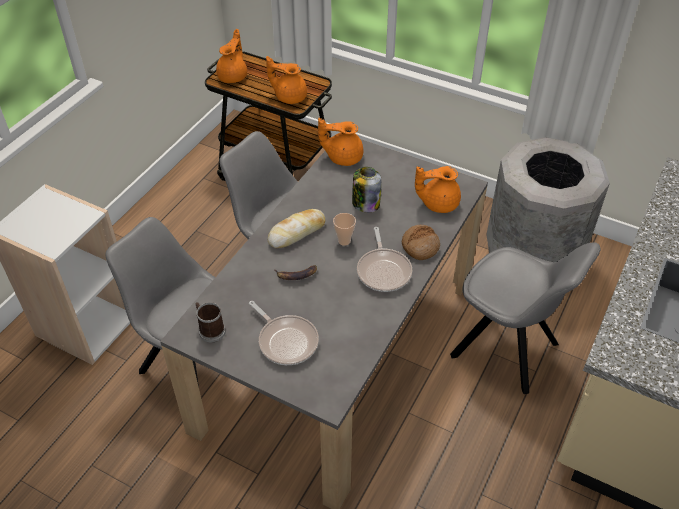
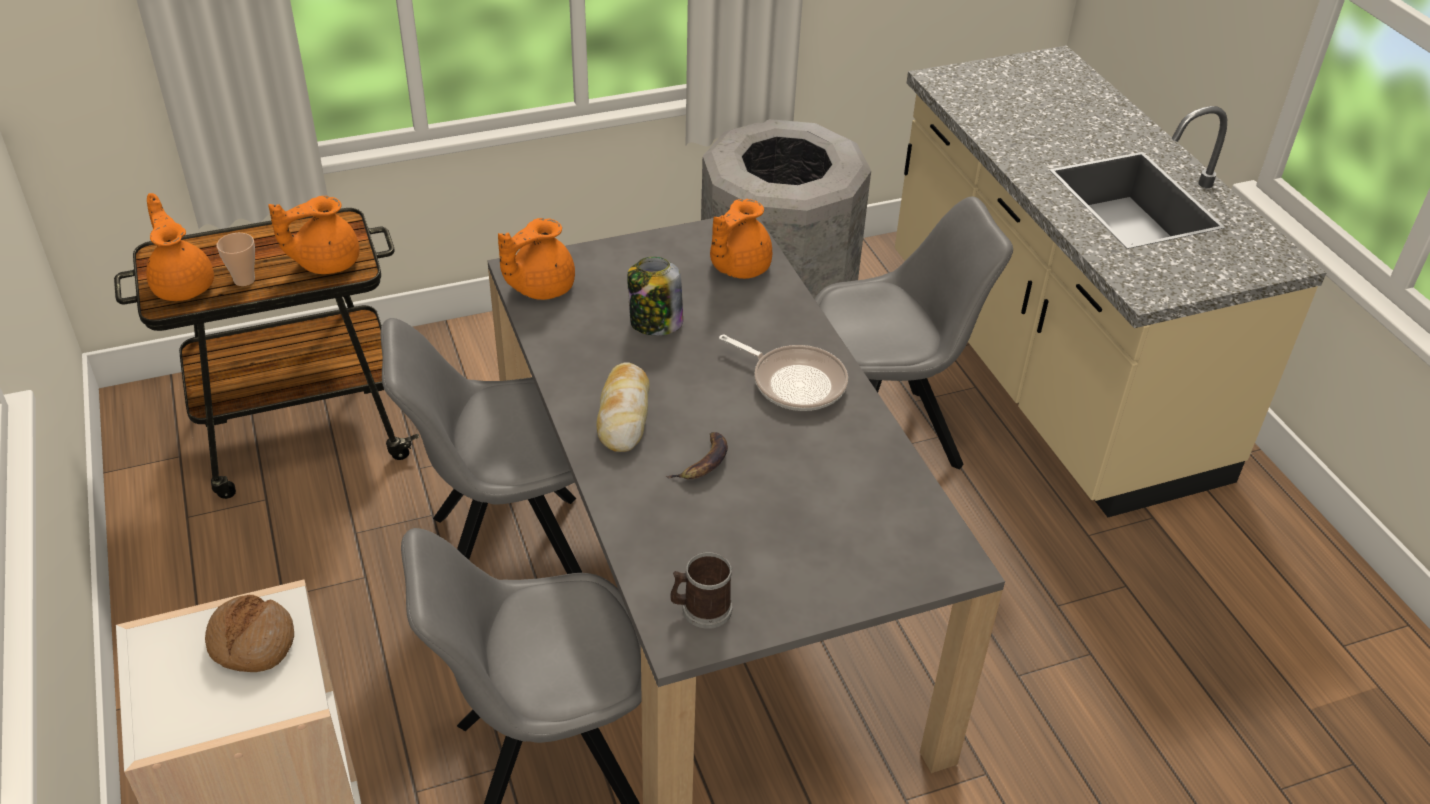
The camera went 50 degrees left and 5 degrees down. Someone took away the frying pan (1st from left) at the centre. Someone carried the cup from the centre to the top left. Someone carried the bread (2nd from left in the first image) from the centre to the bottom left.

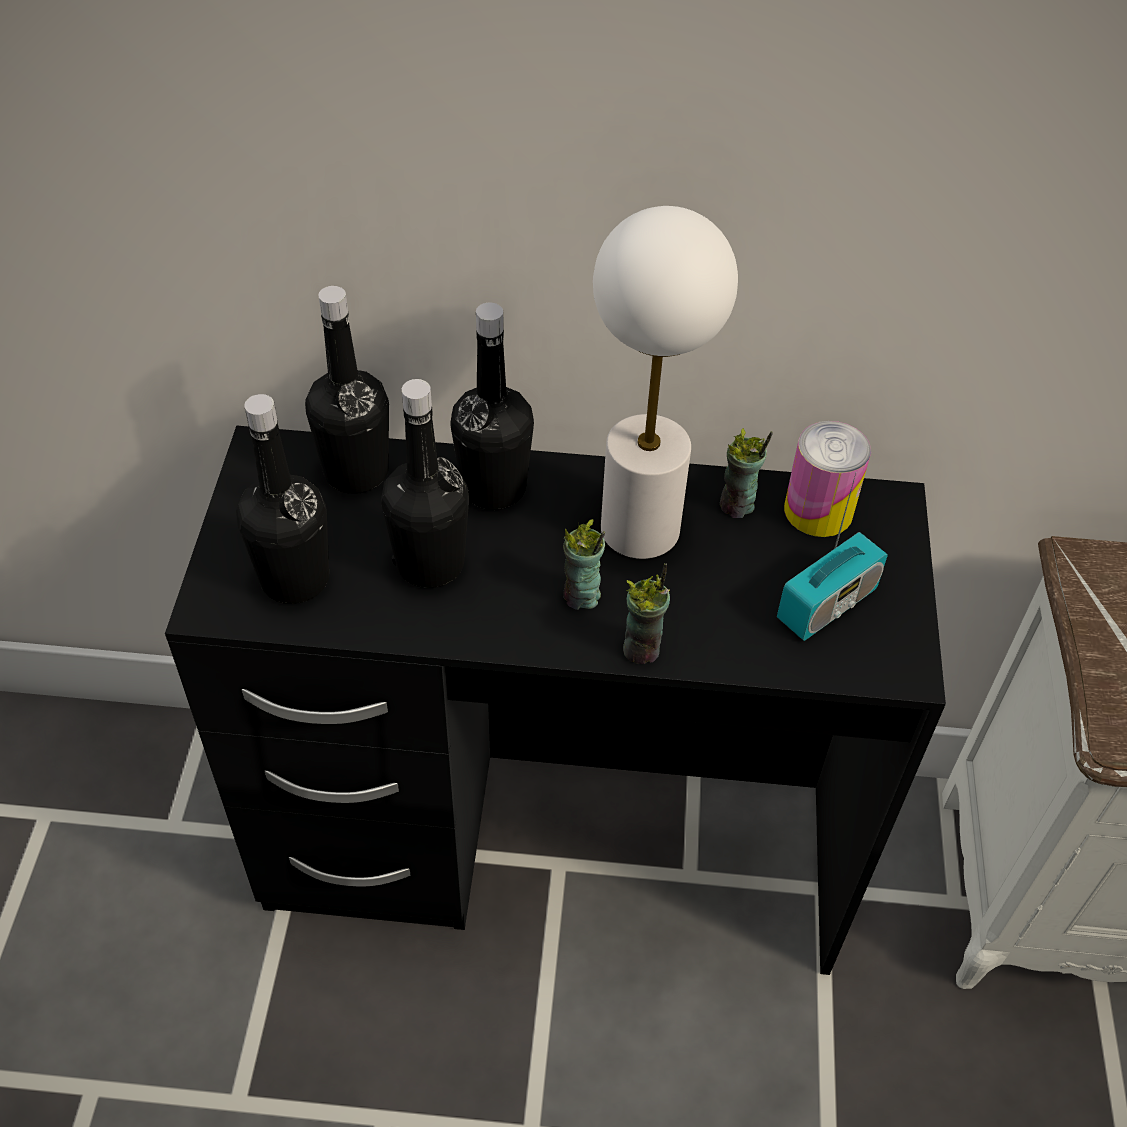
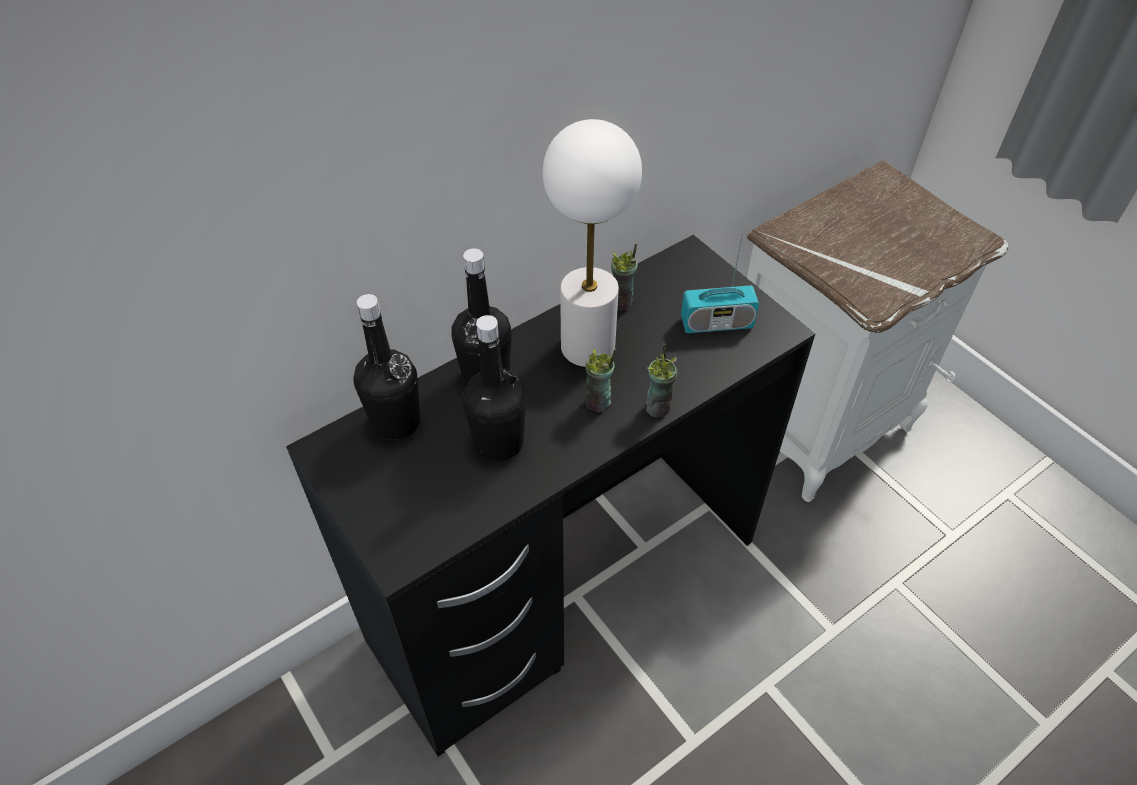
The camera went 40 degrees left and 0 degrees up. Someone took away the black bottle (1st from left) at the middle left. Someone rotated the radio at the middle right by 75 degrees clockwise. Someone took away the can at the middle right.

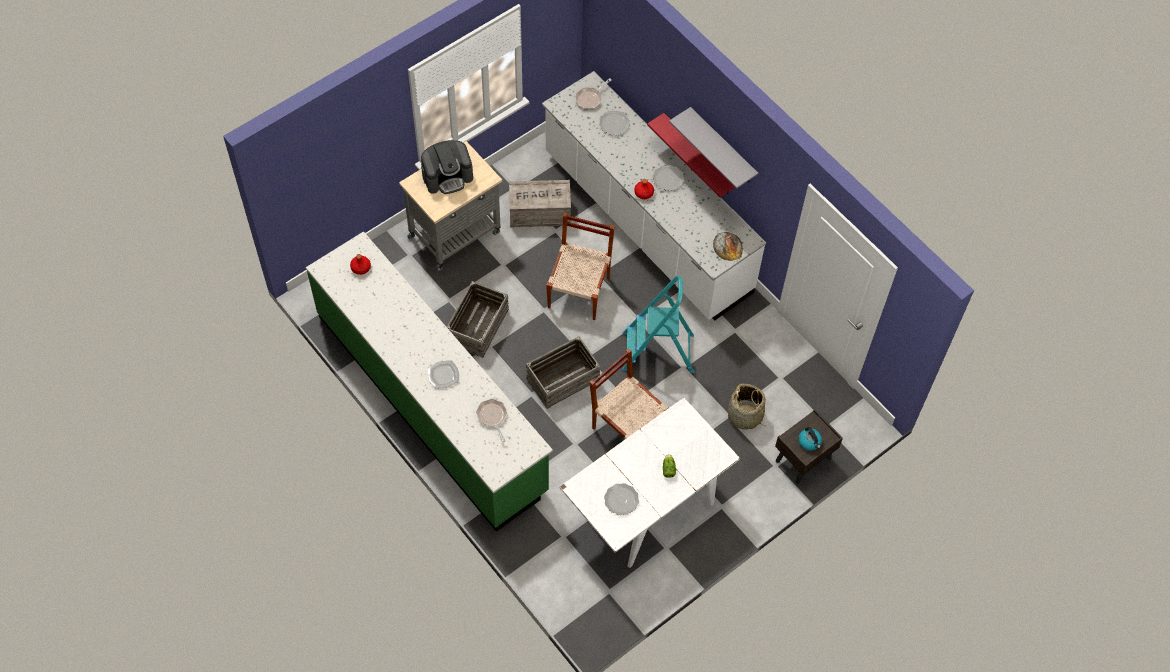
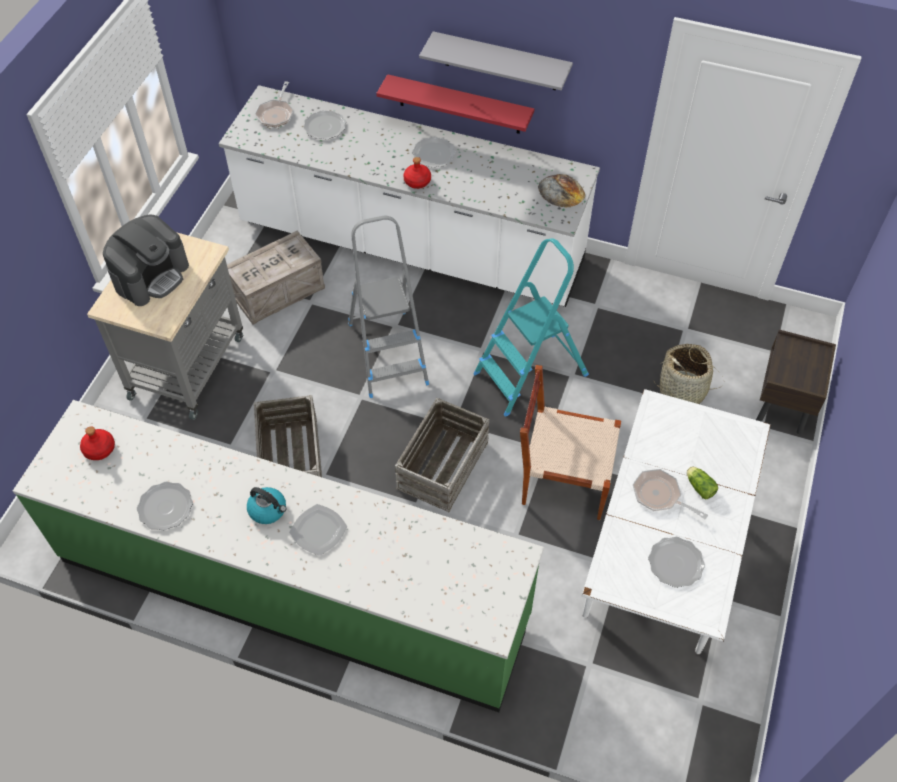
The camera went 30 degrees left and 5 degrees down. Someone carried the frying pan (1st from left in the first image) from the centre to the middle right. Someone swapped the chair (1st from left) at the centre for the grey step ladder at the centre. Someone carried the kettle from the middle right to the middle left. Someone put down the plate (1st from left) at the middle left.

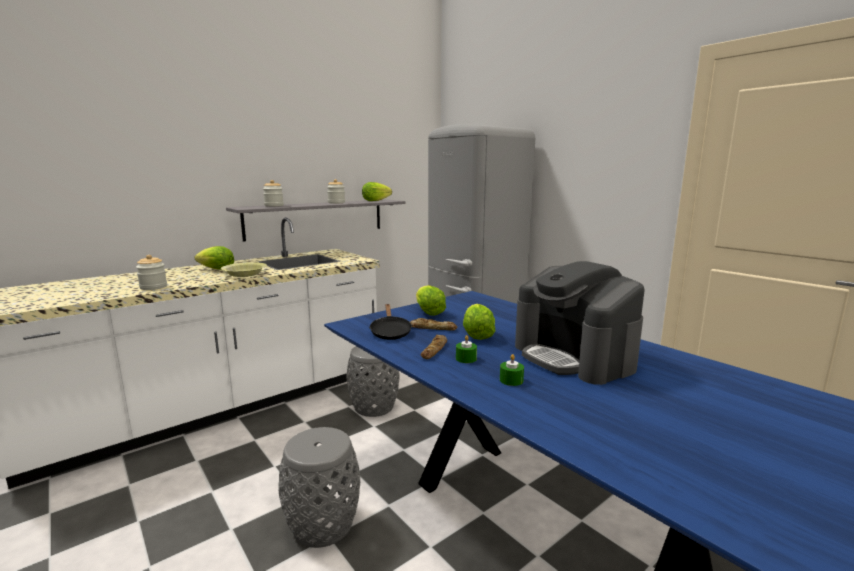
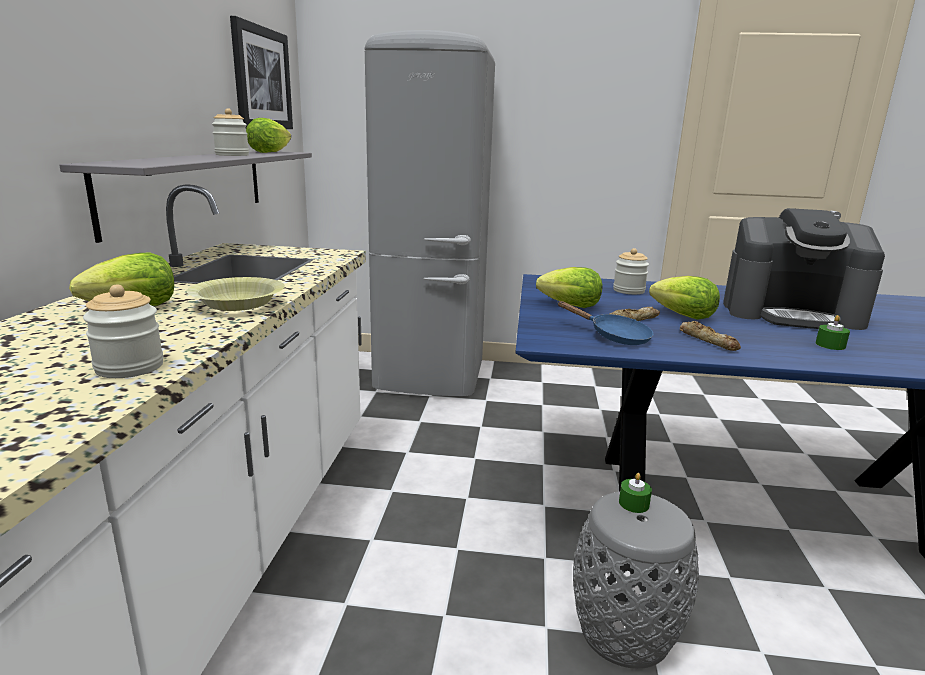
The camera went 45 degrees left and 5 degrees up. Someone carried the jar (2nd from left in the first image) from the middle left to the middle right. Someone took away the grey stool (2nd from left) at the bottom centre. Someone repainted the black frying pan at the centre, which became the blue frying pan at the centre. Someone carried the green candle (1st from left) from the centre to the bottom right. Someone put up the picture at the top left.

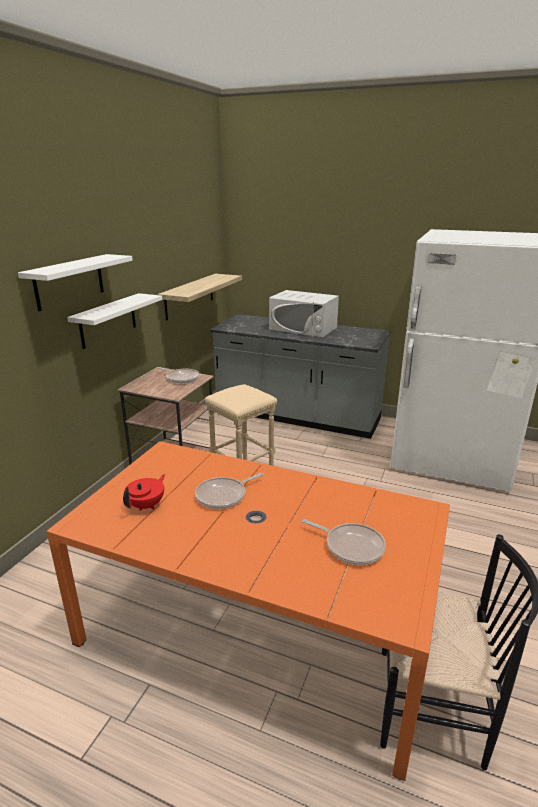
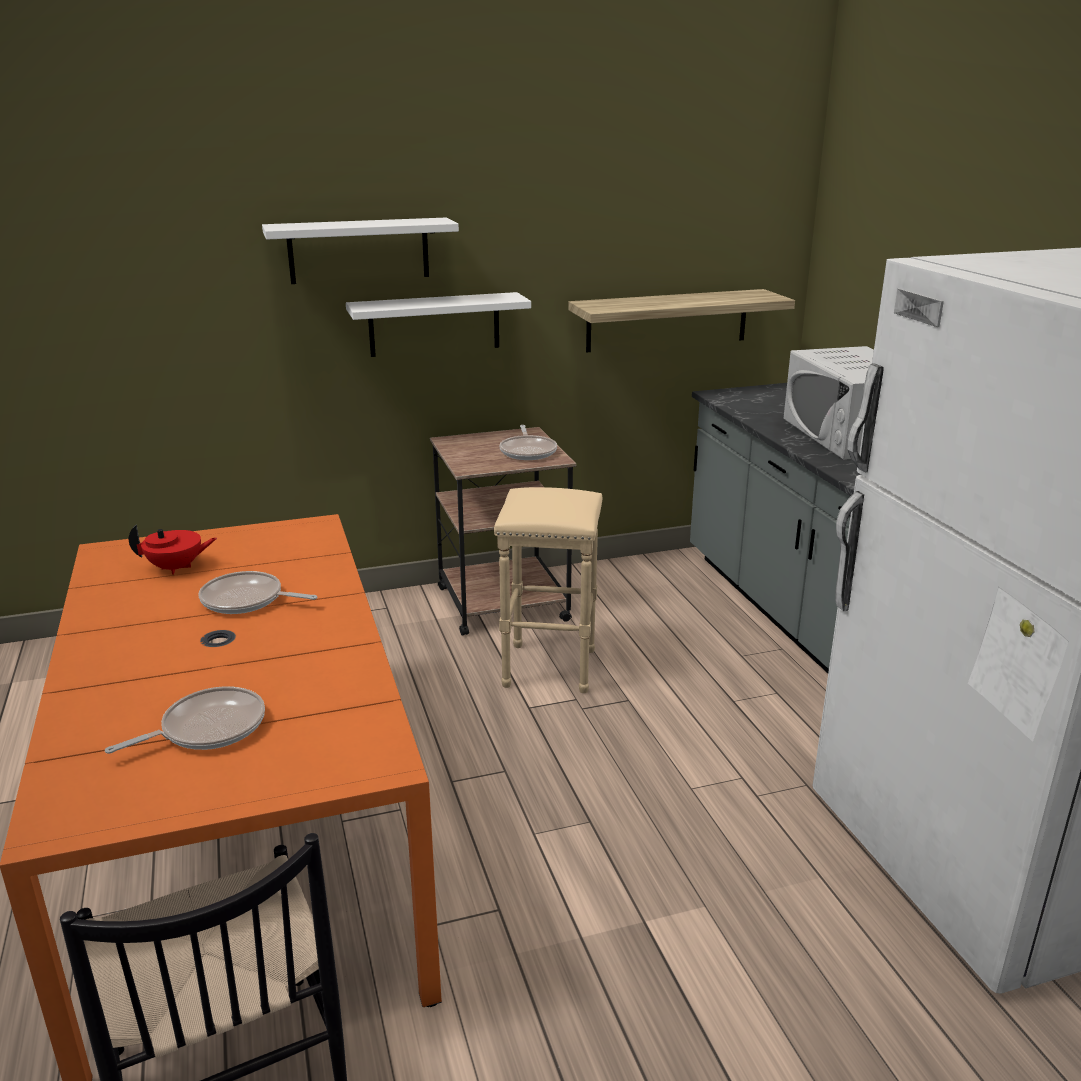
The camera went 50 degrees right and 0 degrees up. Someone rotated the frying pan (3rd from left in the first image) at the bottom centre by 120 degrees counterclockwise.

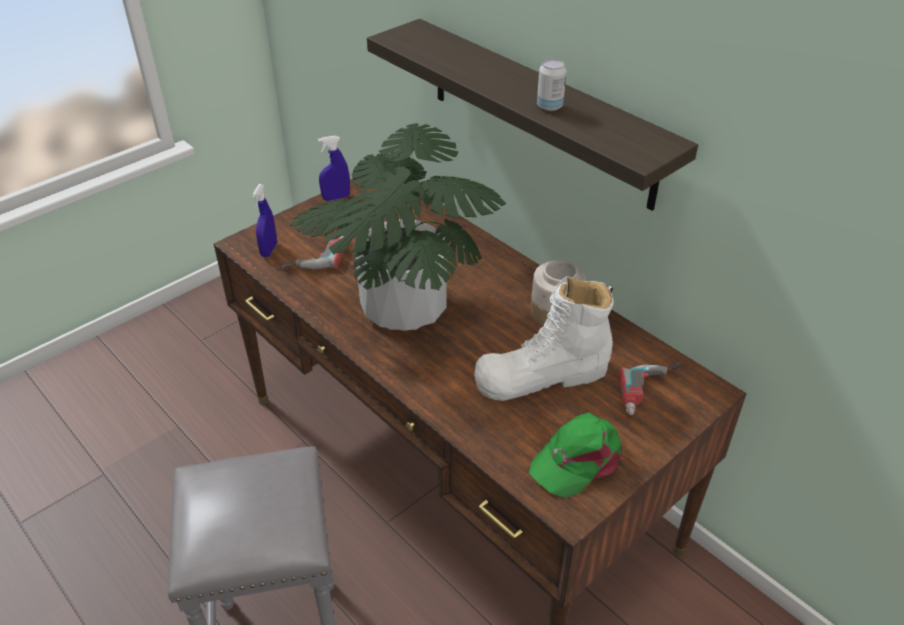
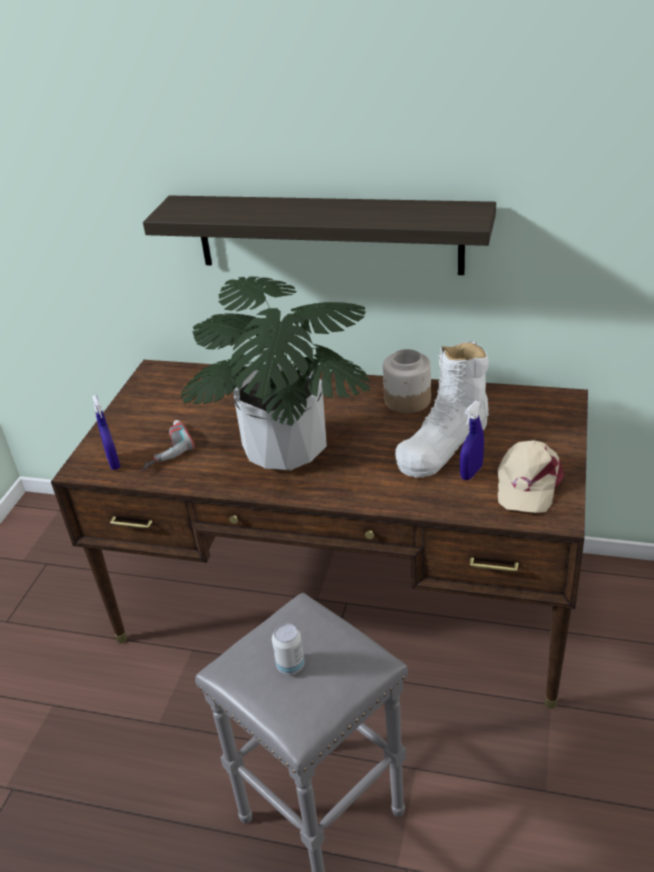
The camera went 30 degrees left and 5 degrees down. Someone carried the blue spray bottle (2nd from left) from the top centre to the middle right. Someone repainted the green cap at the bottom centre, which became the beige cap at the middle right. Someone carried the can from the top centre to the bottom centre. Someone took away the power drill (2nd from left) at the middle right.

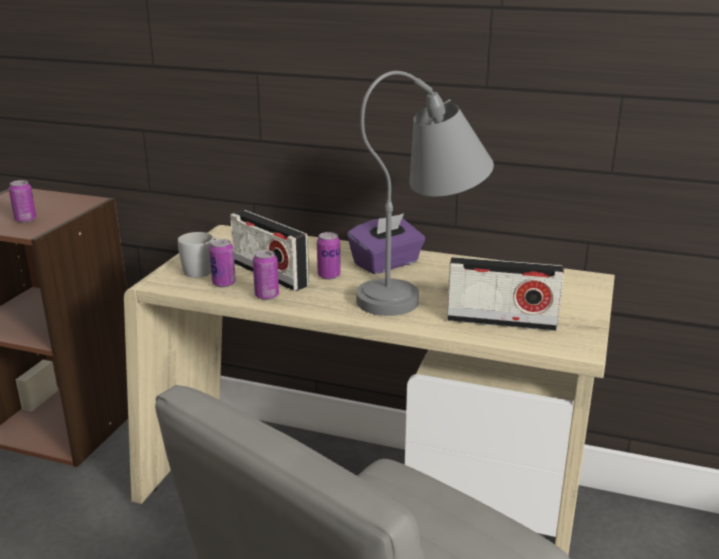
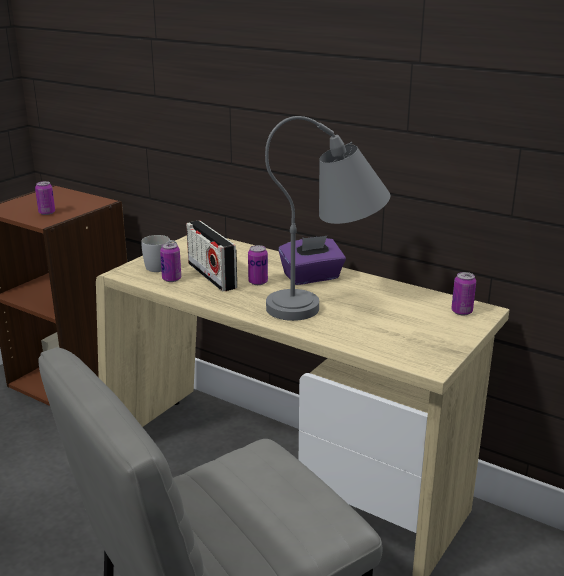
The camera went 15 degrees right and 0 degrees up. Someone carried the can (3rd from left in the first image) from the centre to the middle right. Someone took away the radio (2nd from left) at the middle right.

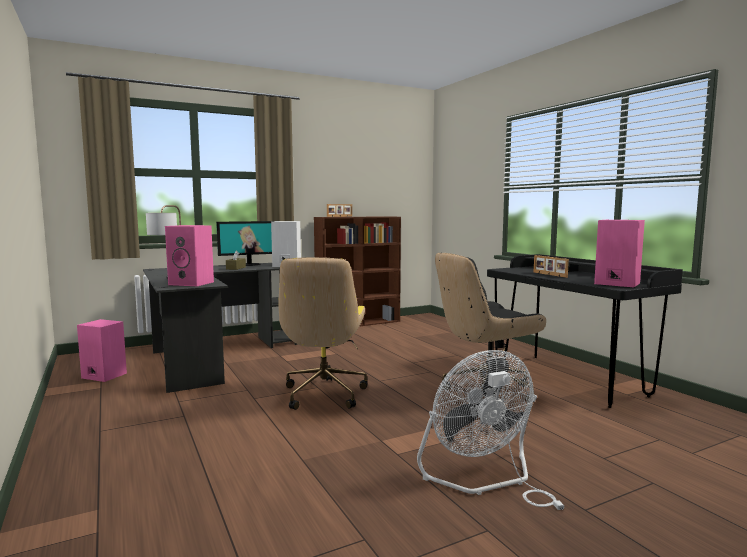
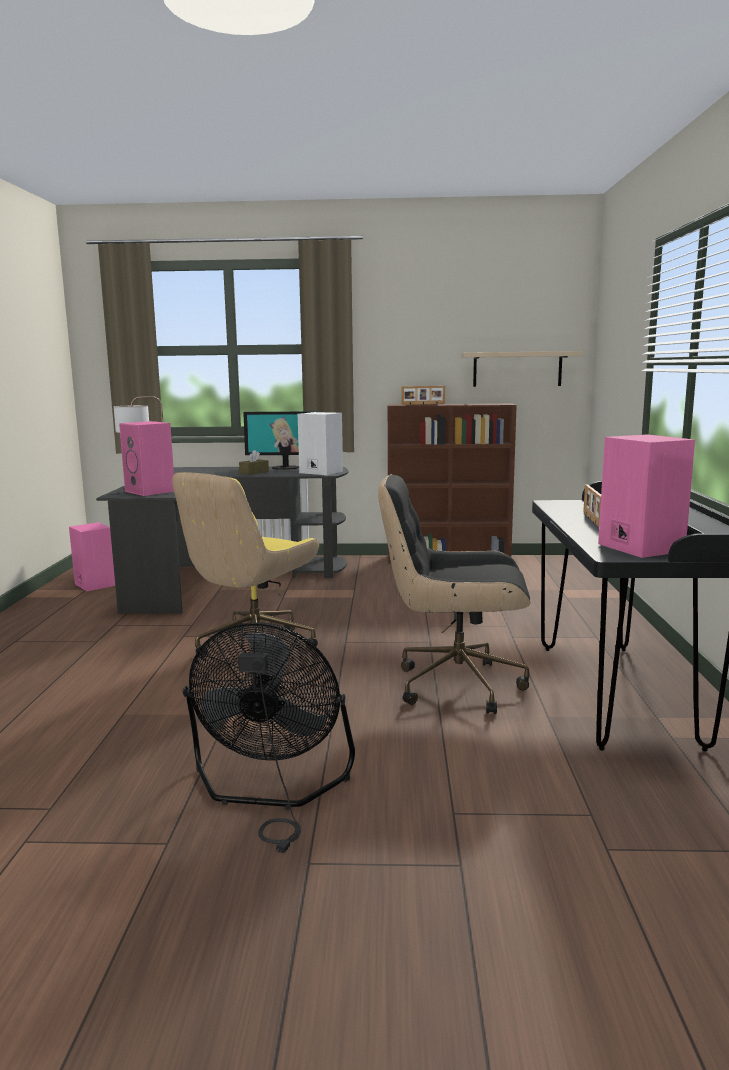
The camera went 30 degrees right and 5 degrees up. Someone repainted the white fan at the bottom centre, which became the black fan at the bottom centre. Someone put up the beige shelf at the middle right.

